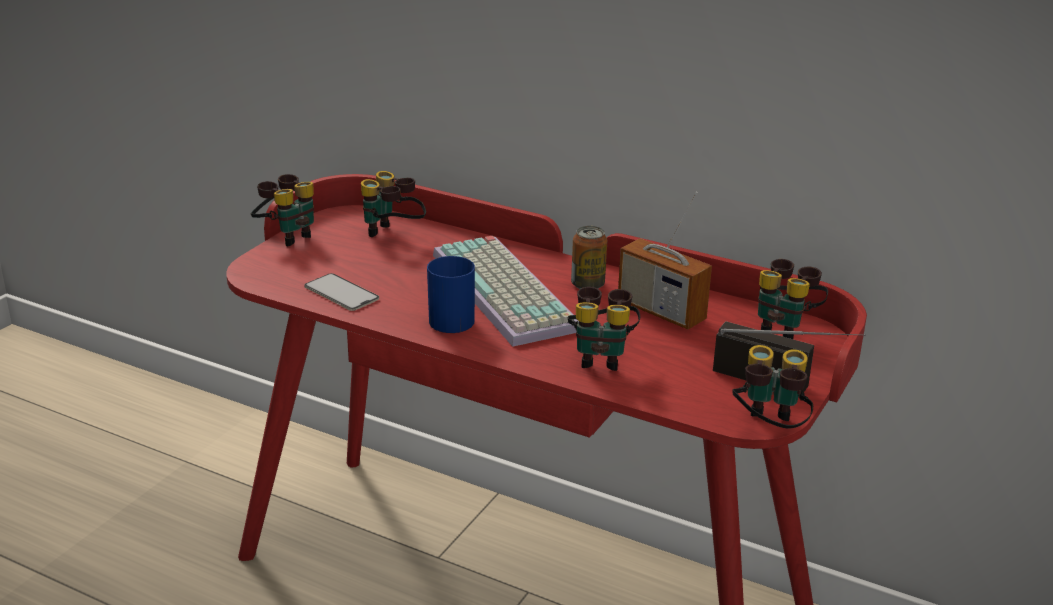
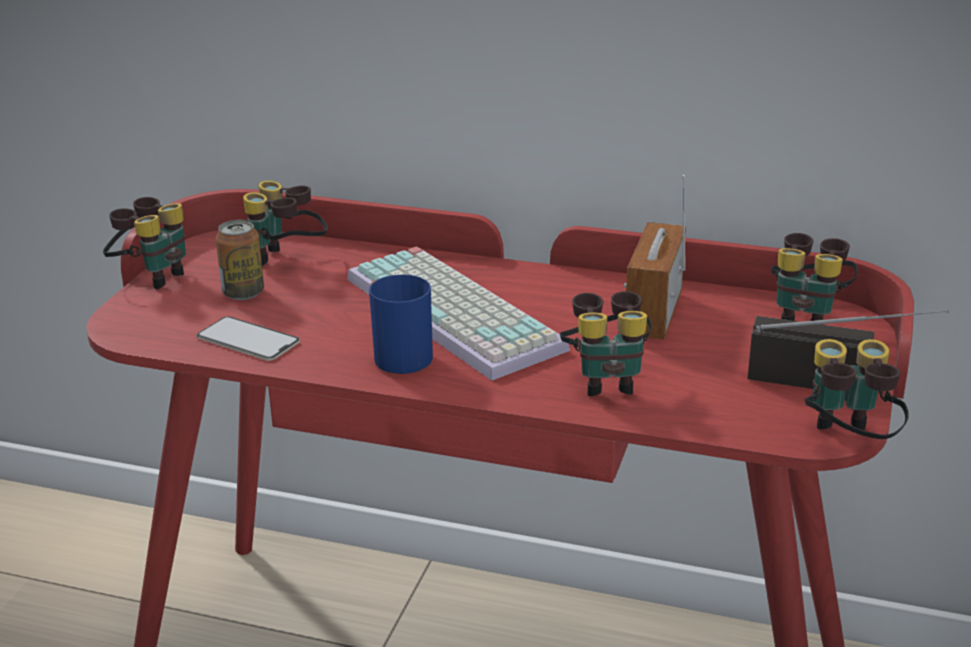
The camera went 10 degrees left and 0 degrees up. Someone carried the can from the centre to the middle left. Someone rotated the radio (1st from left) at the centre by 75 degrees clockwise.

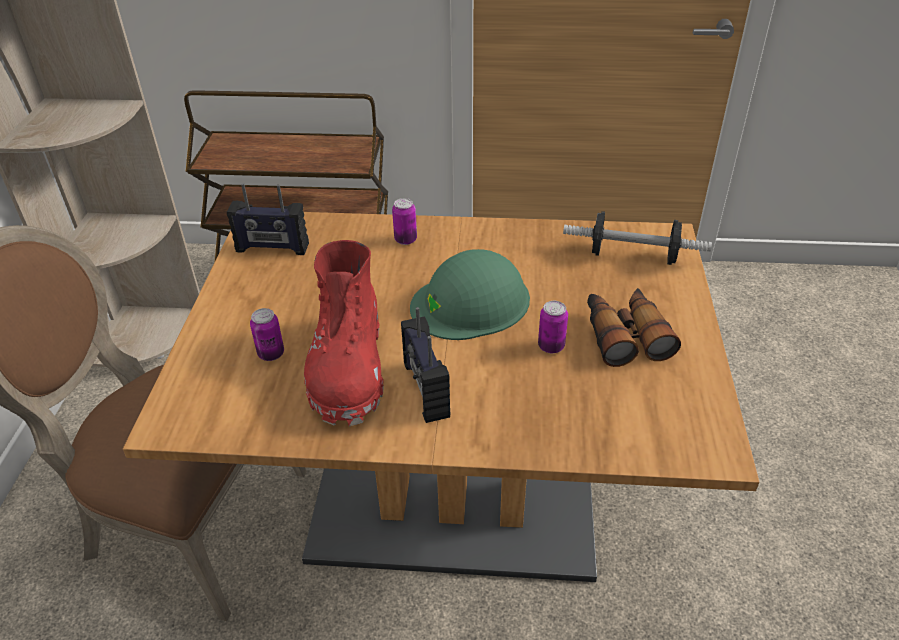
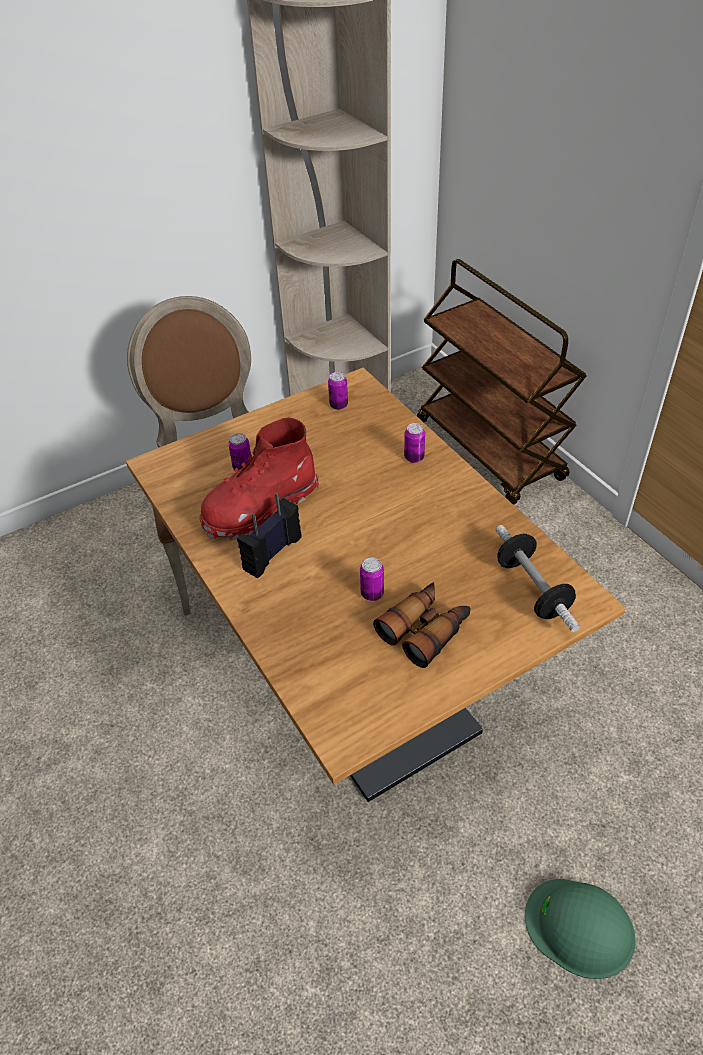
The camera went 55 degrees right and 5 degrees up. Someone swapped the radio (1st from left) at the middle left for the can (2nd from left) at the centre. Someone carried the green hard hat from the centre to the bottom right.

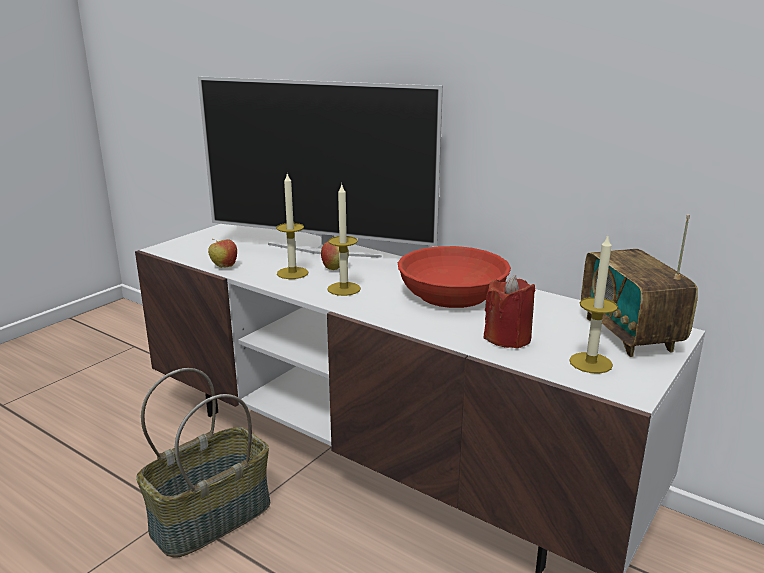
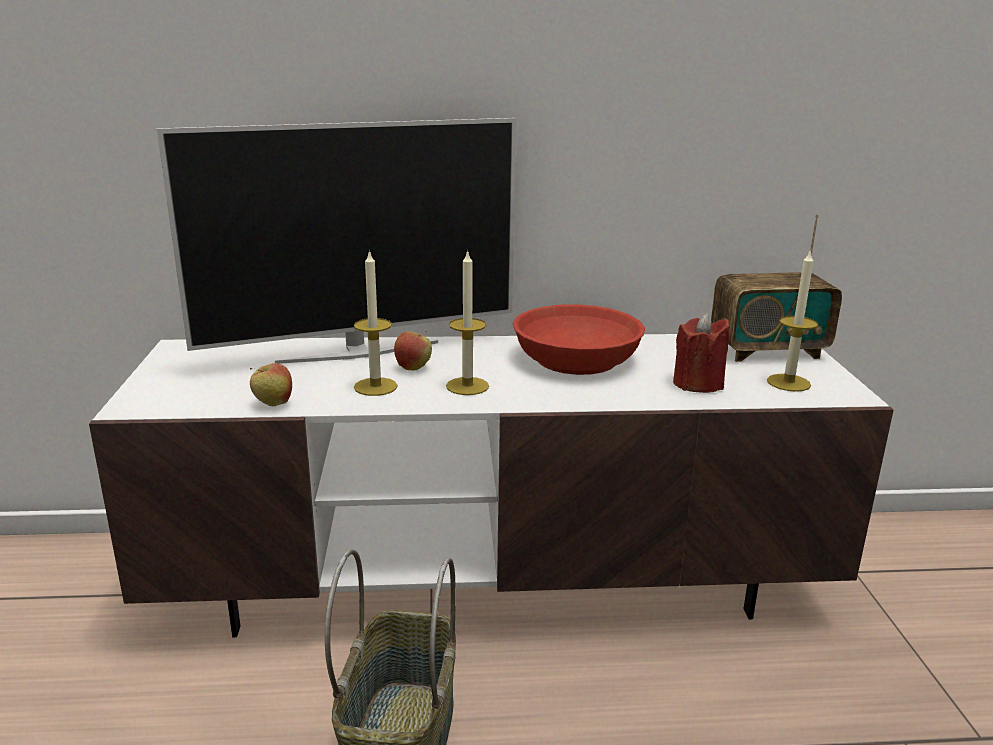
The camera went 40 degrees left and 0 degrees up. Someone rotated the radio at the middle right by 45 degrees counterclockwise.

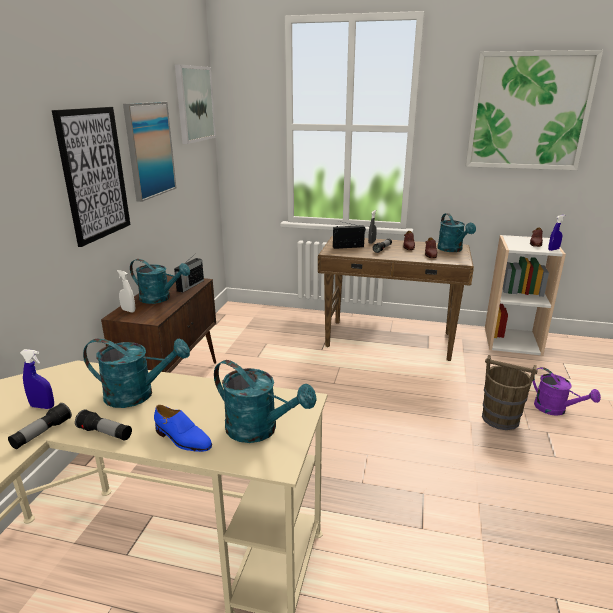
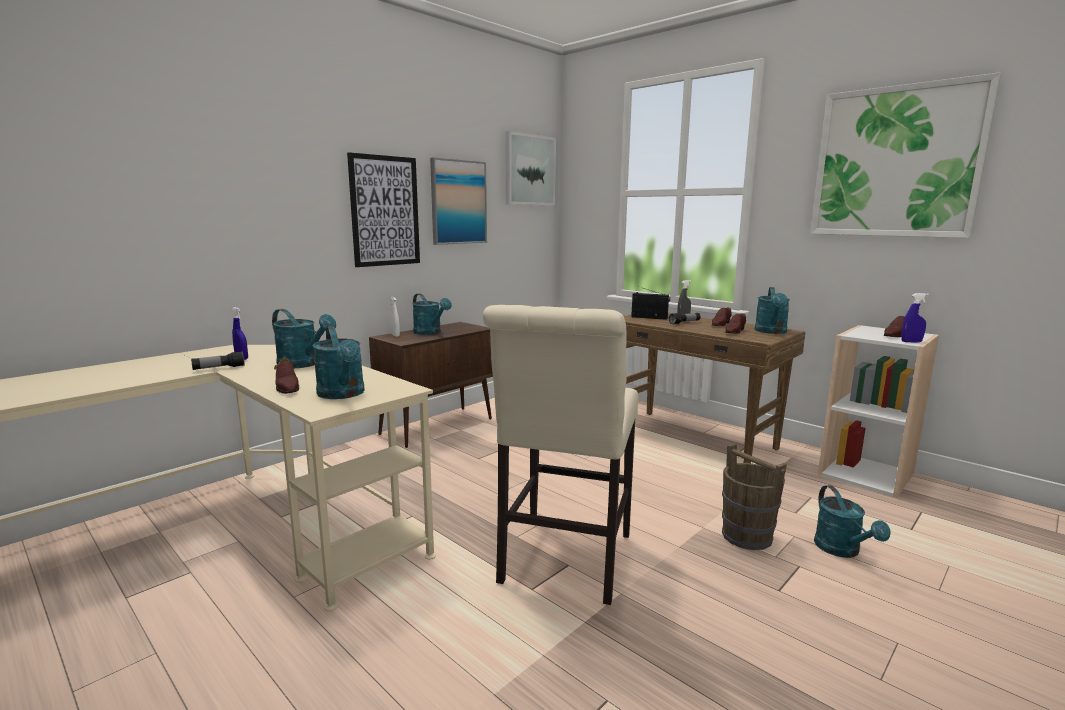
The camera went 30 degrees right and 10 degrees down. Someone took away the flashlight (2nd from left) at the bottom left. Someone repainted the blue shoe at the bottom left, which became the brown shoe (1st from left) at the middle left. Someone took away the radio (1st from left) at the middle left. Someone repainted the purple watering can at the middle right, which became the turquoise watering can (5th from left) at the bottom right. Someone put down the beige stool at the centre.

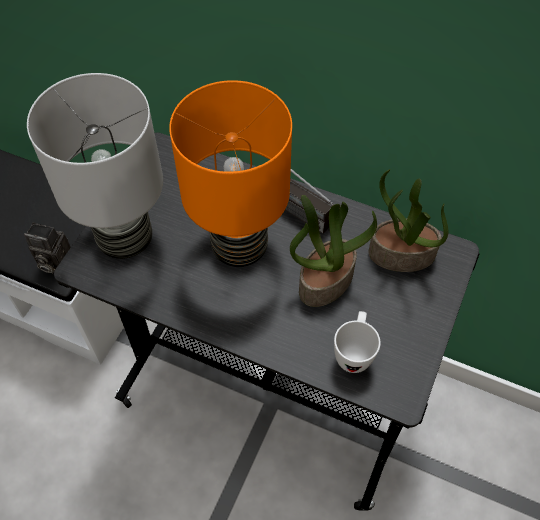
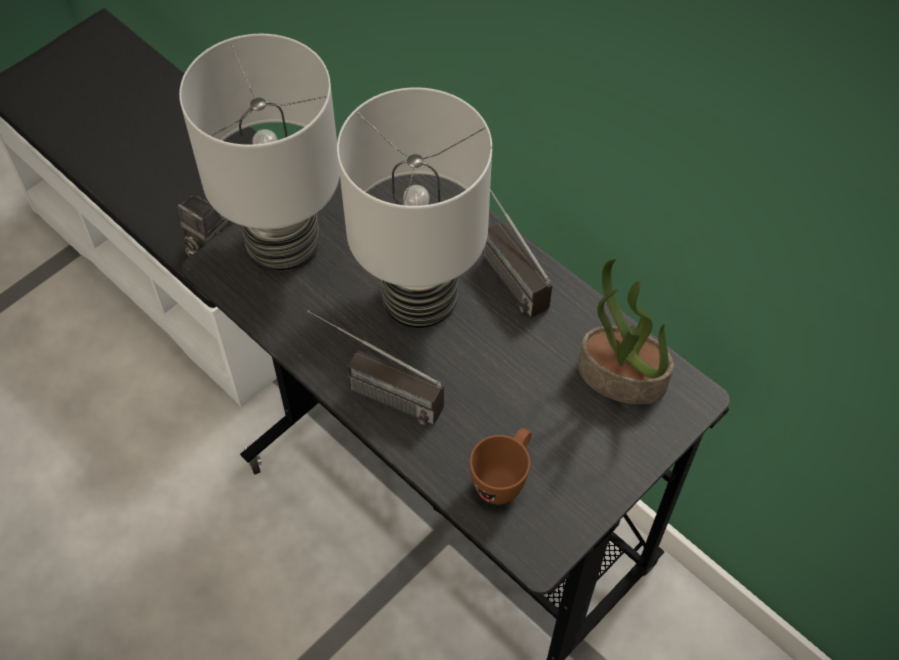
The camera went 20 degrees right and 0 degrees up. Someone repainted the orange table lamp at the top centre, which became the grey table lamp (2nd from left) at the top centre. Someone took away the potted plant (1st from left) at the centre. Someone repainted the white mug at the centre, which became the brown mug at the bottom centre. Someone put down the radio (1st from left) at the centre.

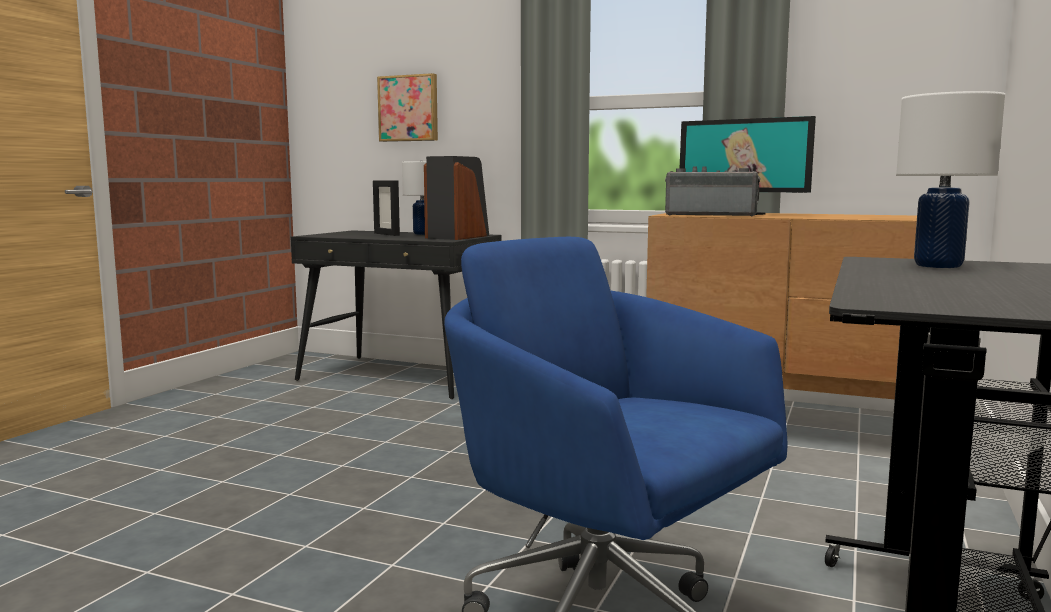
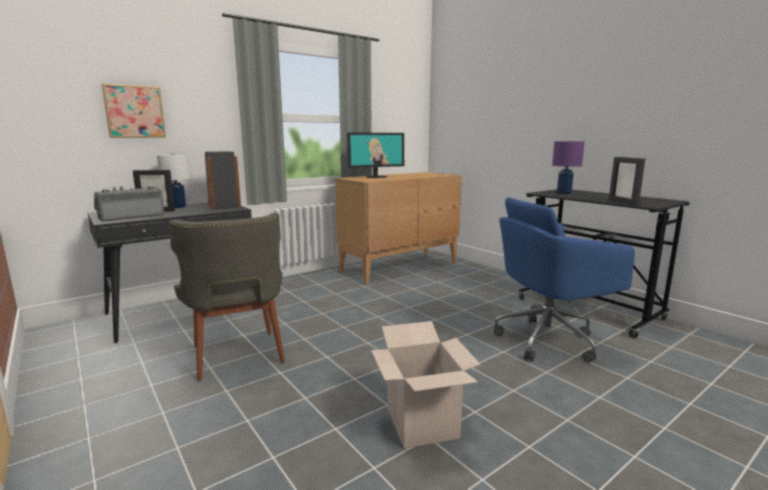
The camera went 60 degrees left and 5 degrees up. Someone carried the radio from the top right to the middle left. Someone repainted the white table lamp (2nd from left) at the top right, which became the purple table lamp at the middle right. Someone put down the grey chair at the middle left. Someone put down the cardboard box at the bottom centre. Someone put down the picture frame (2nd from left) at the middle right.

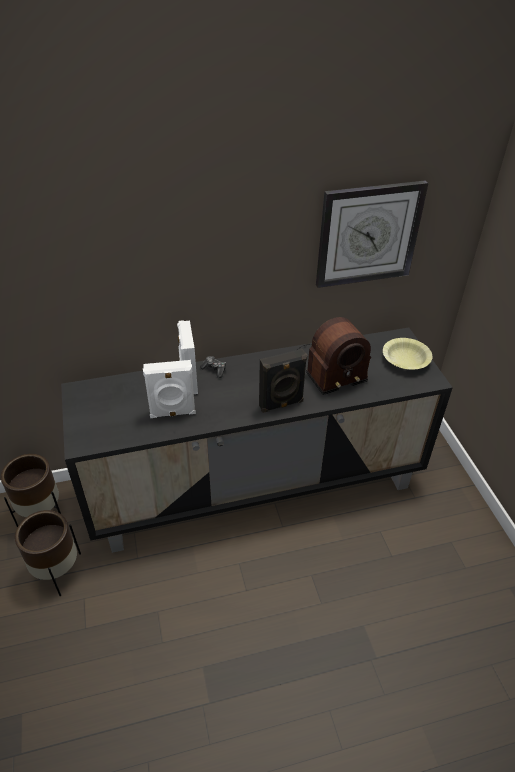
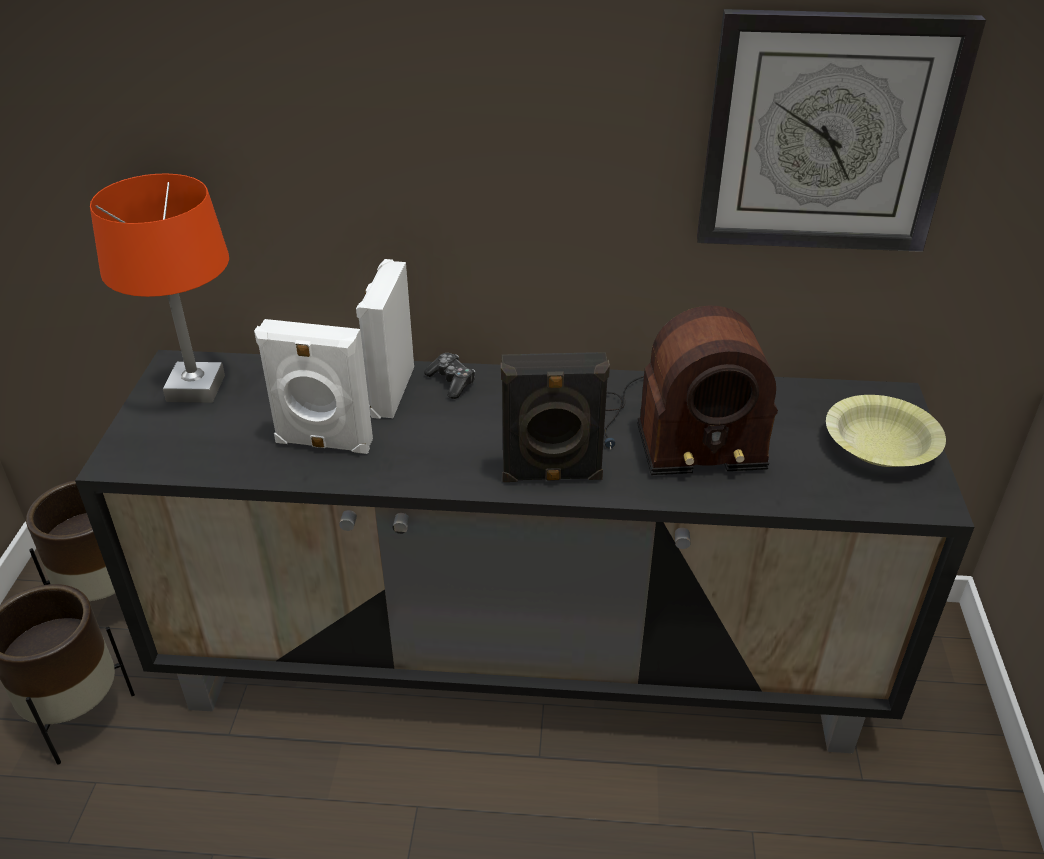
The camera went 20 degrees right and 5 degrees down. Someone put down the orange table lamp at the middle left.

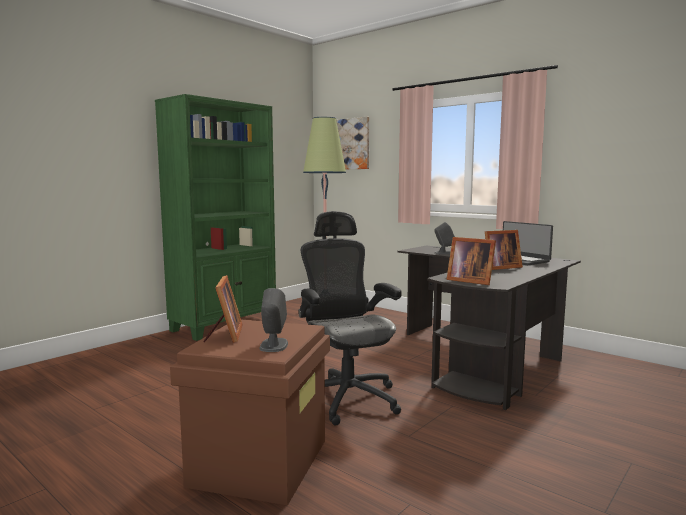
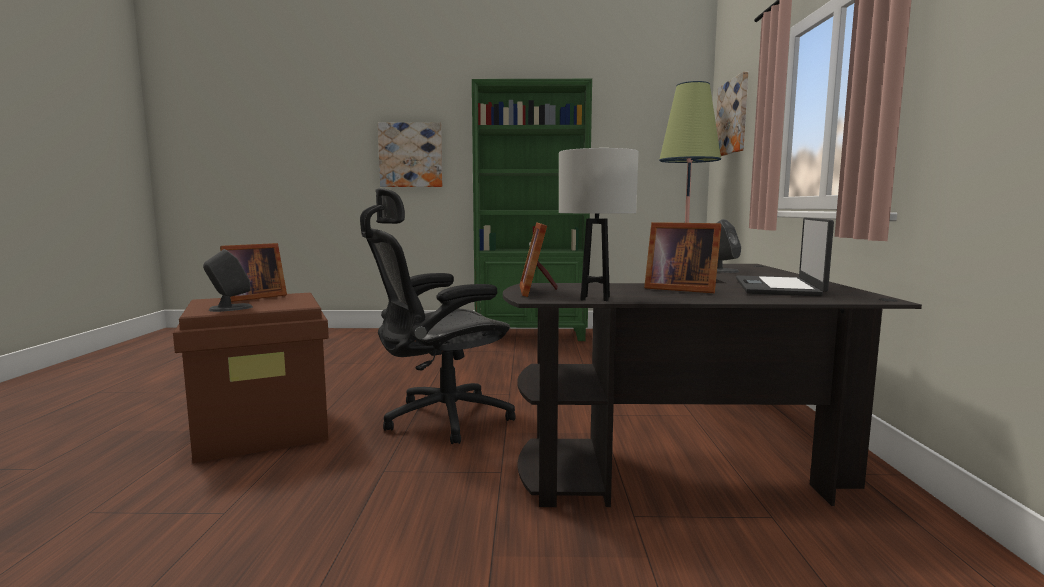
The camera went 50 degrees right and 0 degrees up. Someone rotated the office chair at the centre by 150 degrees counterclockwise. Someone put up the picture (1st from left) at the top centre. Someone put down the white table lamp at the centre.

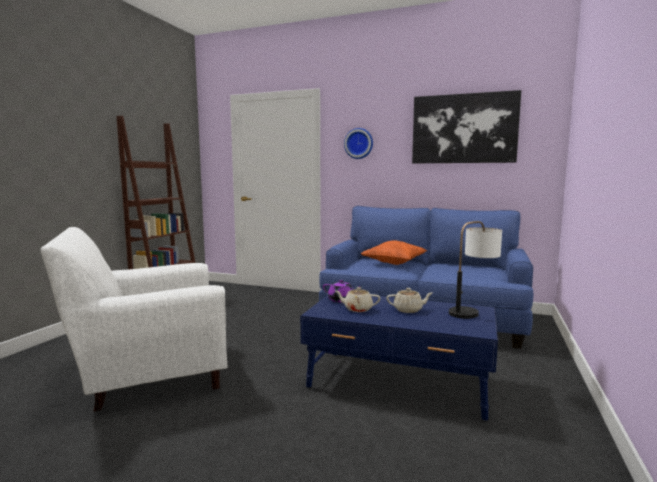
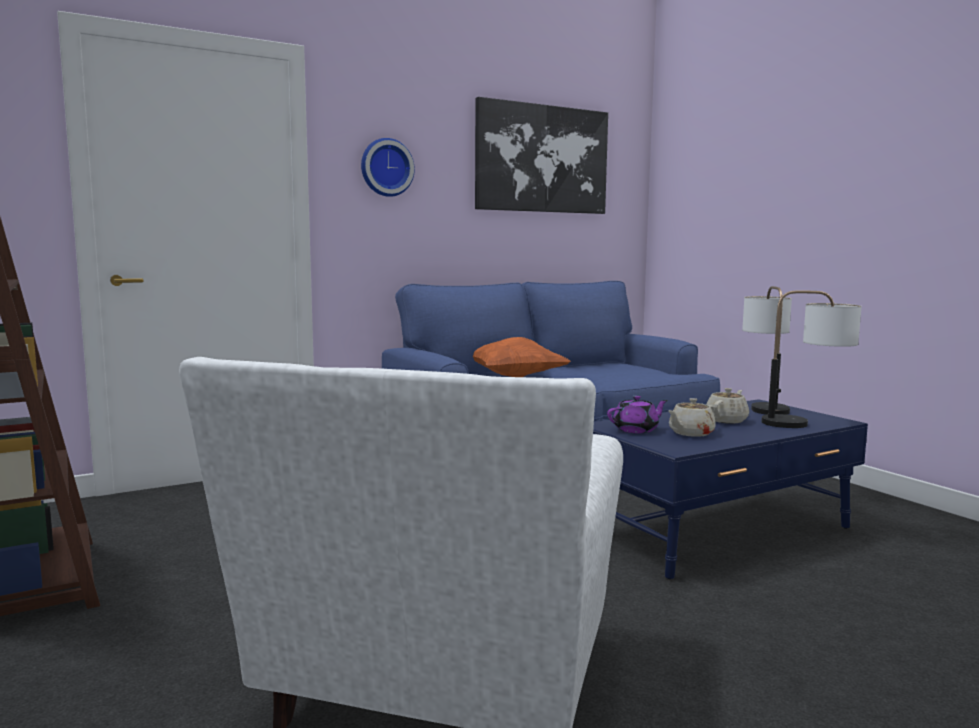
The camera went 50 degrees left and 0 degrees up. Someone put down the table lamp (2nd from left) at the middle right.

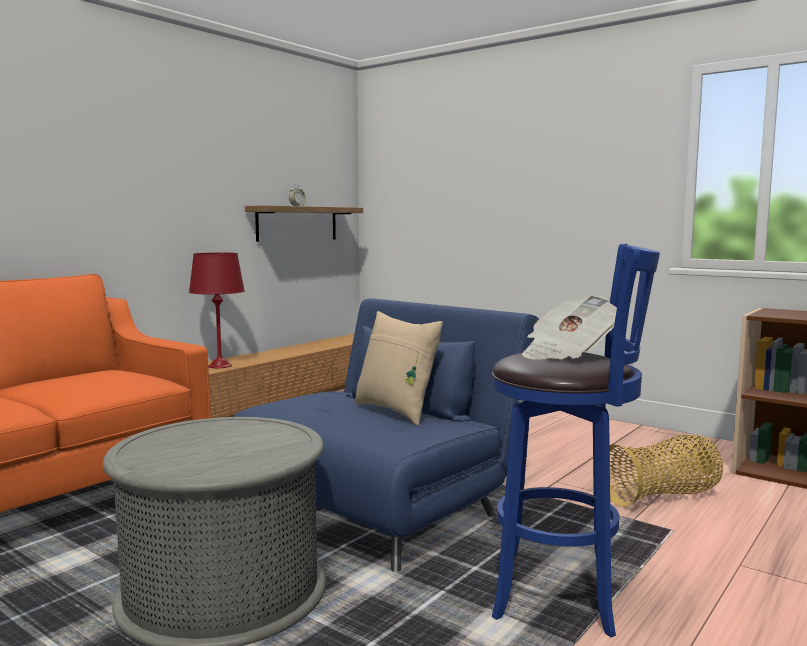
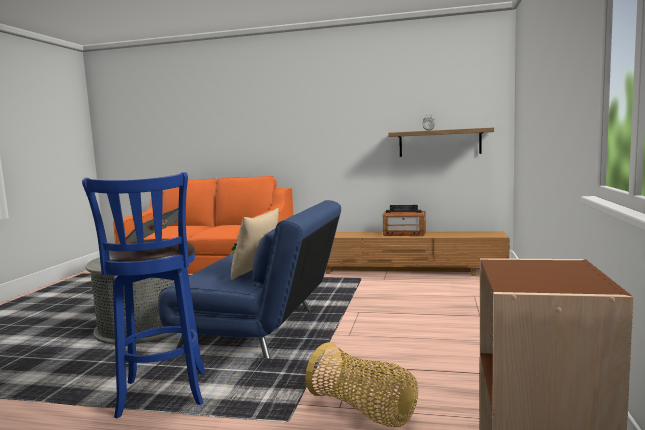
The camera went 65 degrees right and 0 degrees up. Someone took away the red table lamp at the middle left. Someone put down the radio at the centre.

